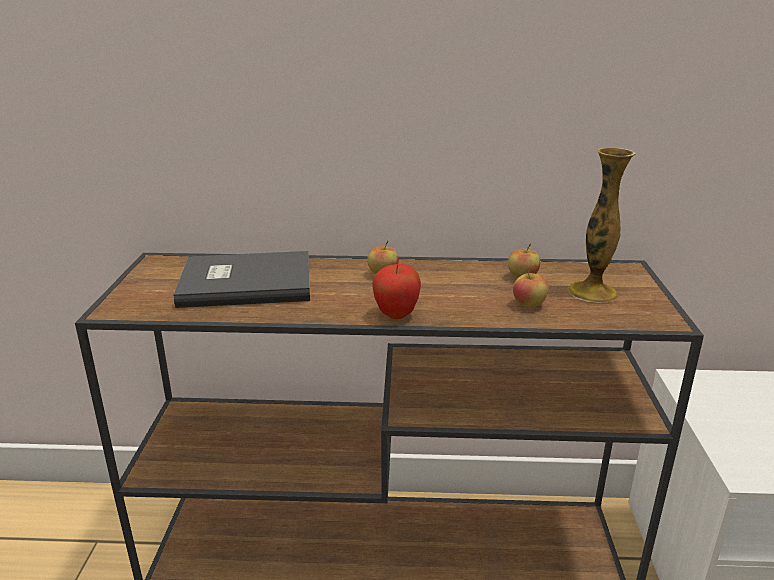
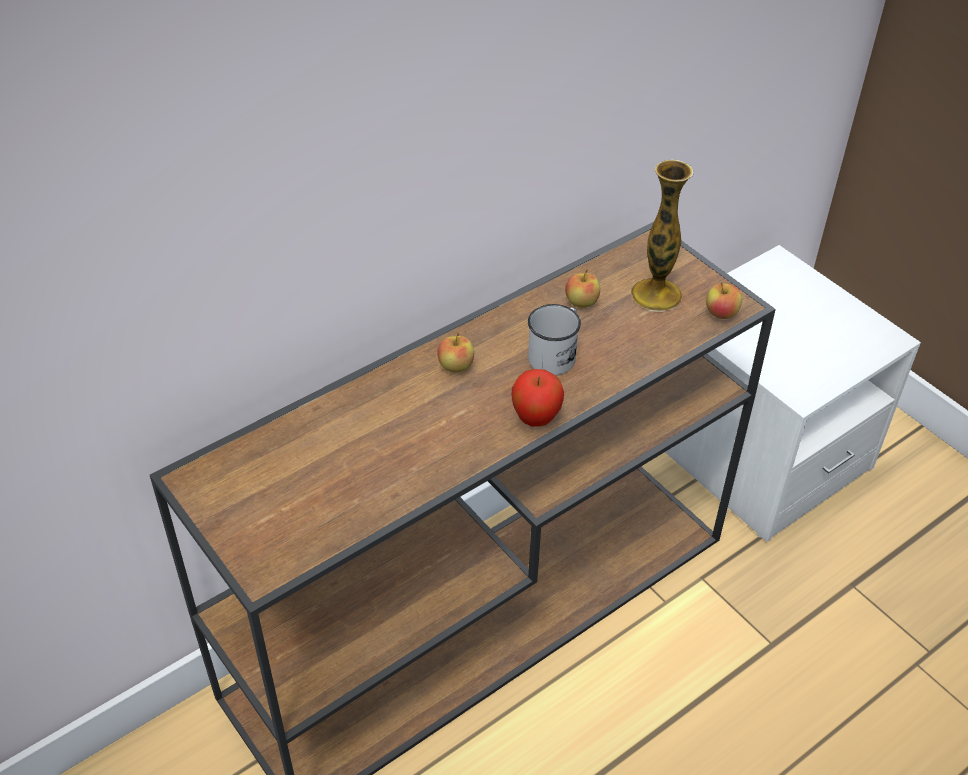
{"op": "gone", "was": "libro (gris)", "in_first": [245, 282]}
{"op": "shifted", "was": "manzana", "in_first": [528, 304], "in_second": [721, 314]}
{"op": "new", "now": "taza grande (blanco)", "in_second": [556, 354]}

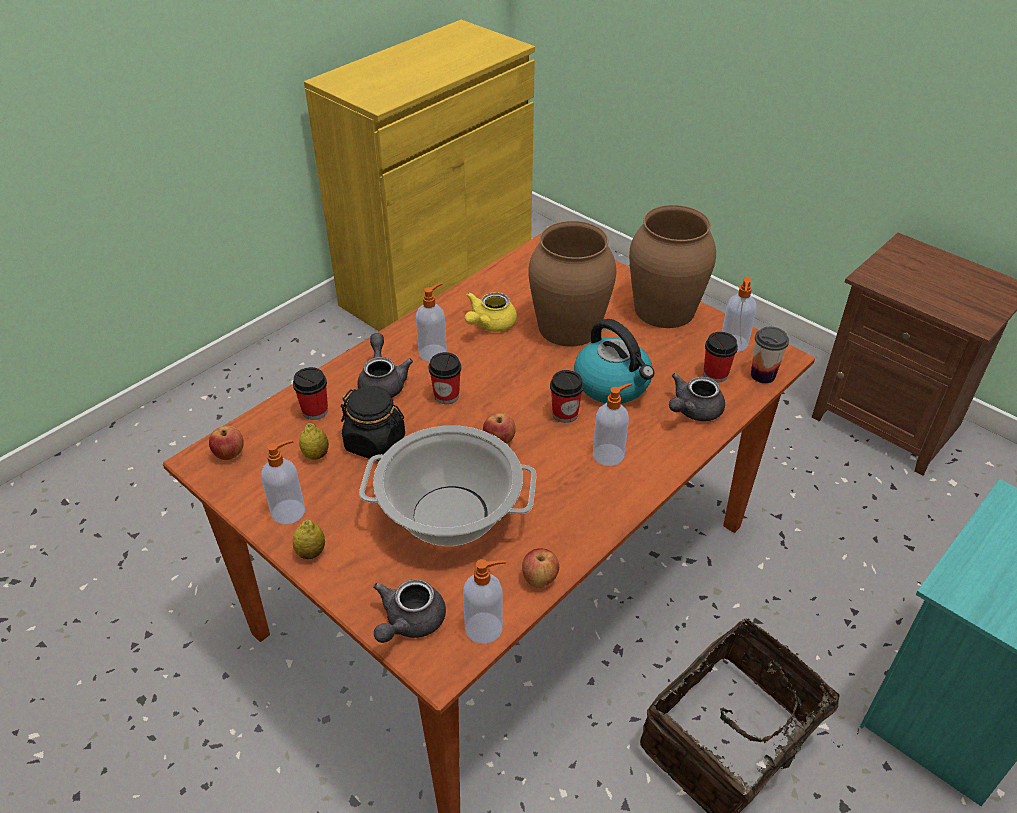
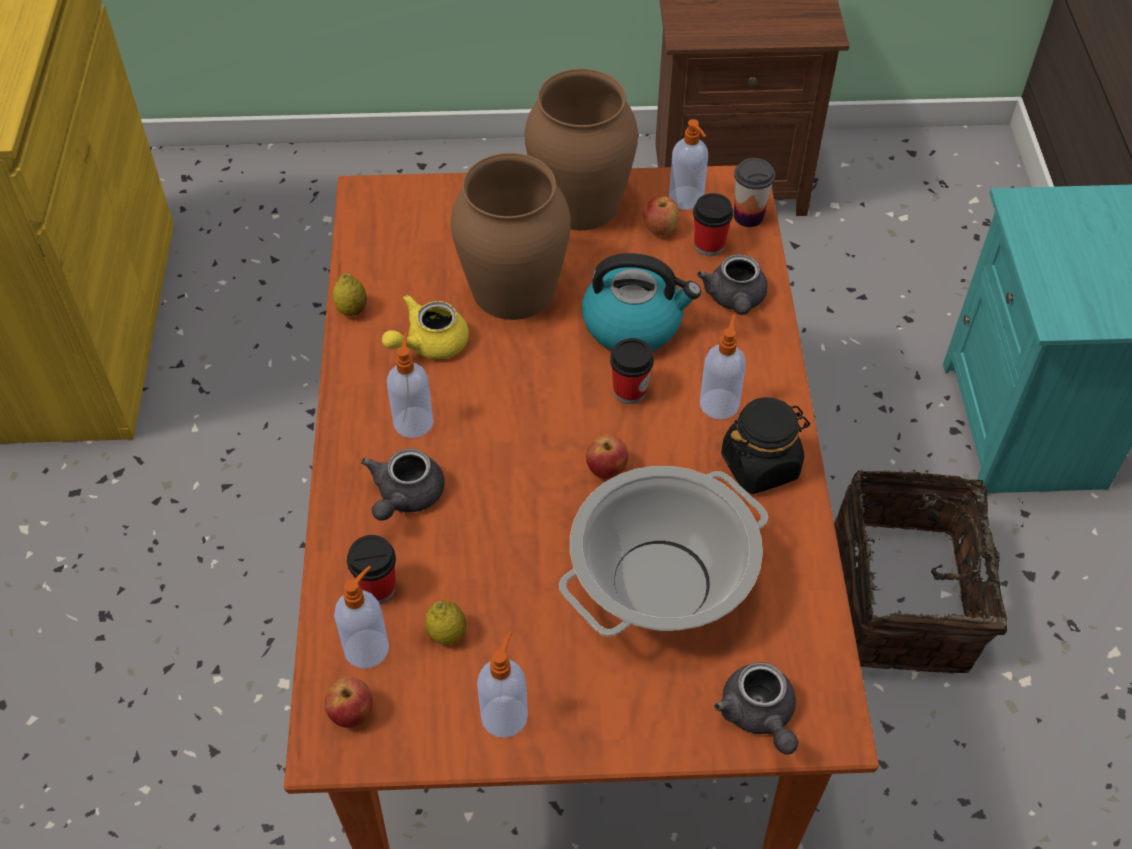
{"op": "shifted", "was": "limón", "in_first": [311, 552], "in_second": [352, 310]}
{"op": "shifted", "was": "tarro (negro)", "in_first": [375, 443], "in_second": [760, 465]}
{"op": "rotated", "was": "tetera (gris)", "in_first": [382, 382], "in_second": [405, 497], "clockwise": -105}
{"op": "gone", "was": "taza", "in_first": [446, 396]}
{"op": "shifted", "was": "dispensador de jabón", "in_first": [485, 628], "in_second": [367, 647]}
{"op": "rotated", "was": "tetera (amarillo)", "in_first": [489, 324], "in_second": [429, 344], "clockwise": 60}
{"op": "shifted", "was": "manzana", "in_first": [539, 579], "in_second": [660, 229]}

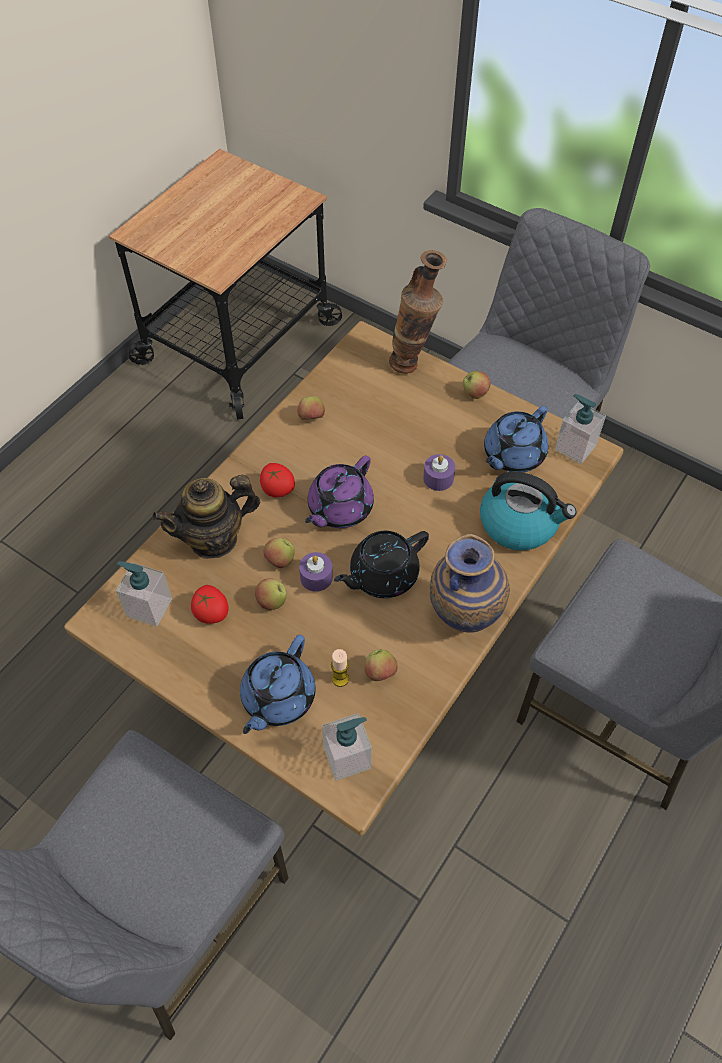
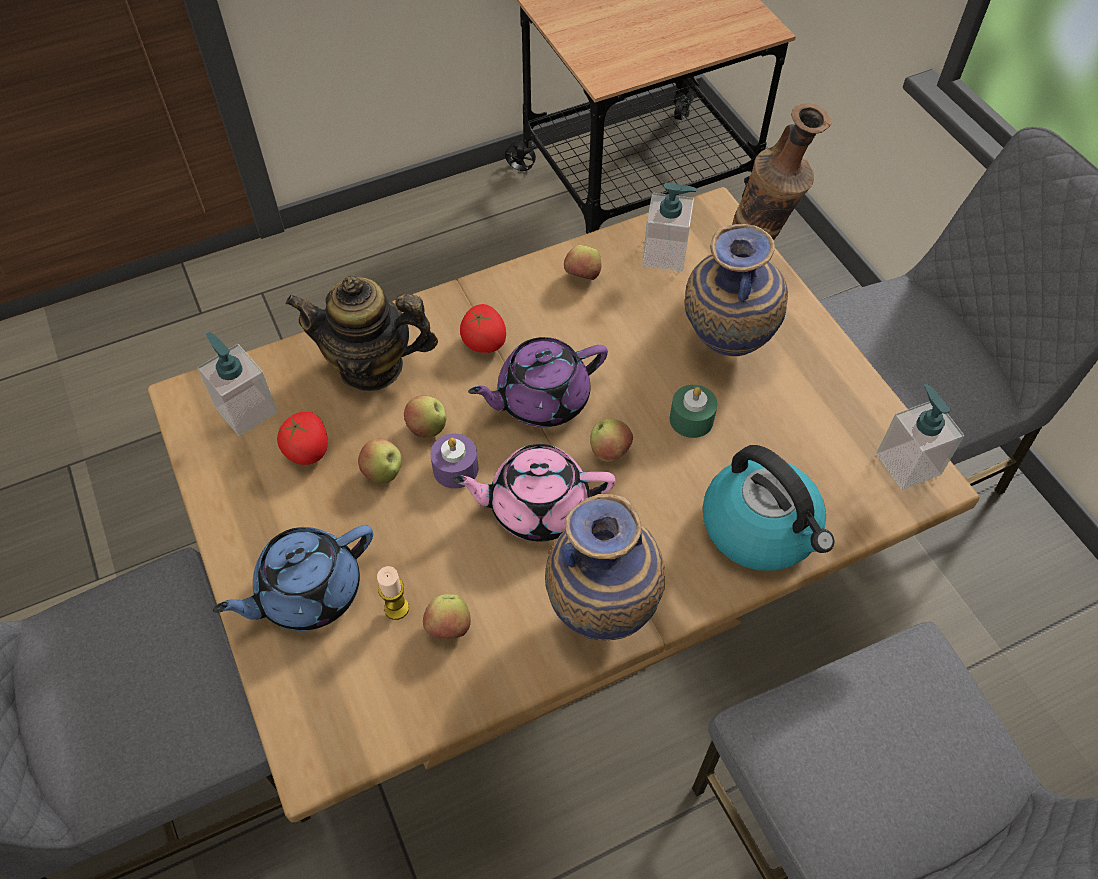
{"op": "shifted", "was": "dispensador de jabón", "in_first": [347, 757], "in_second": [665, 254]}
{"op": "repainted", "was": "tetera (negro)", "now": "tetera (rosa)", "in_first": [382, 575], "in_second": [537, 506]}
{"op": "repainted", "was": "vela (morado)", "now": "vela (verde)", "in_first": [438, 478], "in_second": [691, 419]}
{"op": "shifted", "was": "manzana", "in_first": [475, 393], "in_second": [610, 452]}
{"op": "gone", "was": "tetera (azul)", "in_first": [512, 455]}
{"op": "new", "now": "florero", "in_second": [723, 349]}

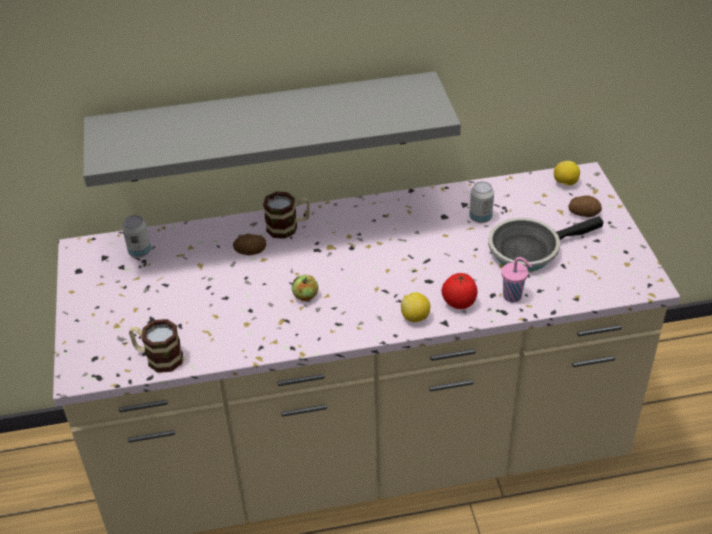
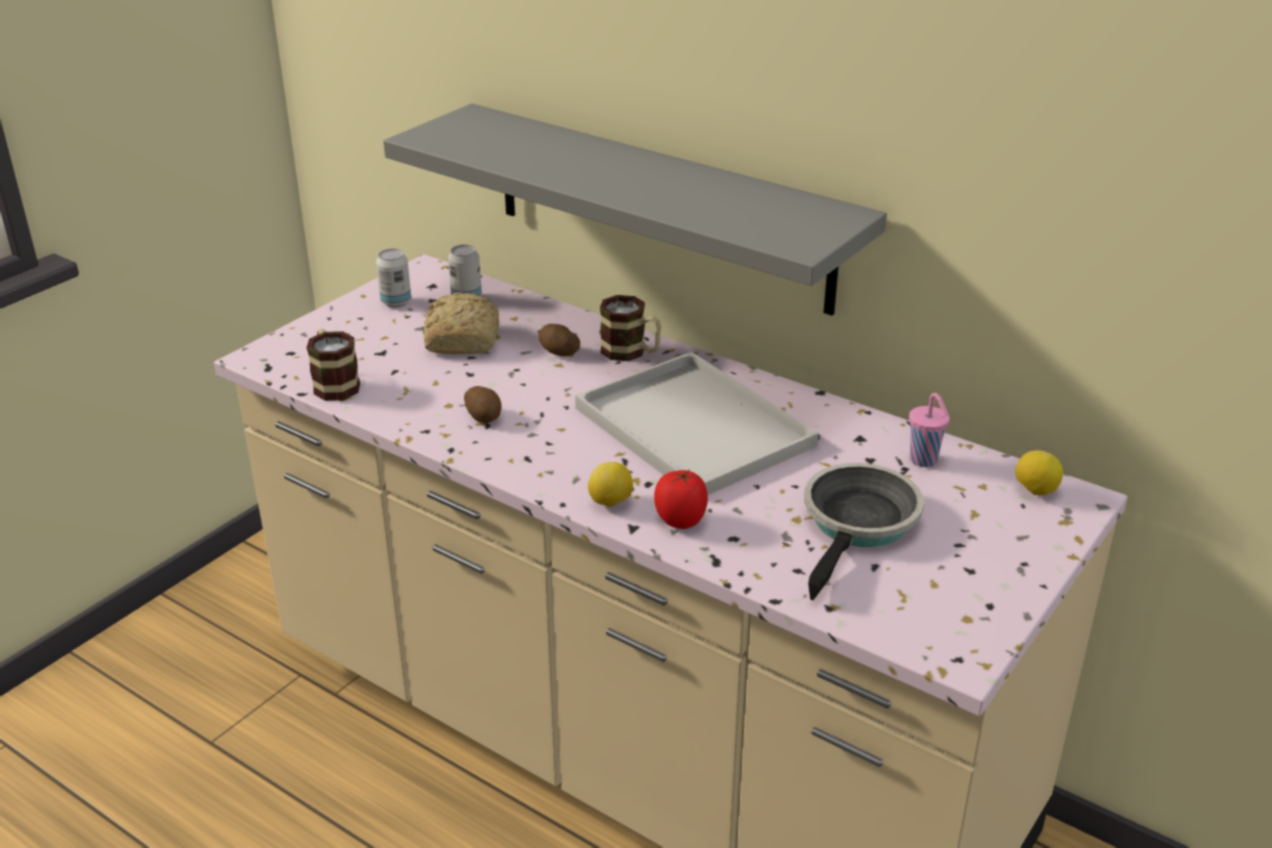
{"op": "gone", "was": "manzana", "in_first": [305, 296]}
{"op": "shifted", "was": "lata", "in_first": [480, 218], "in_second": [396, 302]}
{"op": "rotated", "was": "sartén", "in_first": [529, 250], "in_second": [858, 525], "clockwise": 90}
{"op": "shifted", "was": "taza (rosa)", "in_first": [513, 296], "in_second": [924, 461]}
{"op": "shifted", "was": "patata", "in_first": [583, 213], "in_second": [484, 416]}
{"op": "new", "now": "pan", "in_second": [464, 338]}
{"op": "new", "now": "bandeja (blanco)", "in_second": [689, 425]}

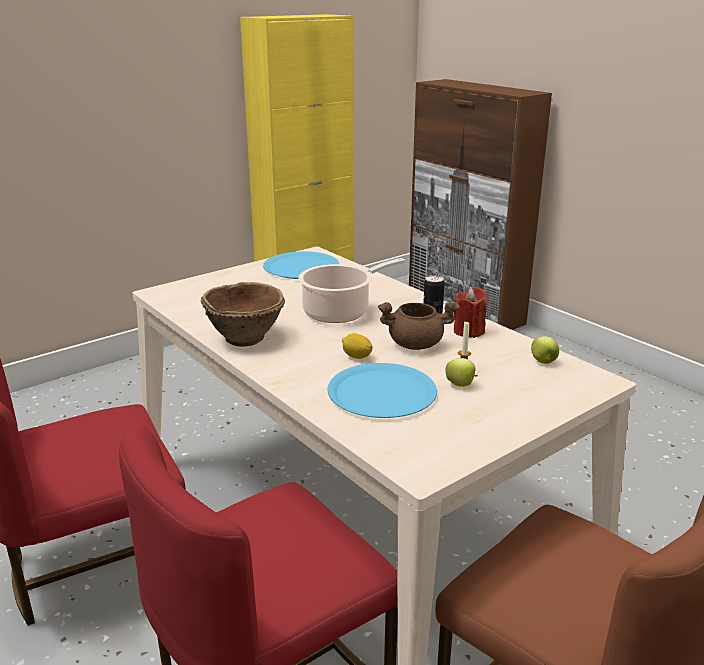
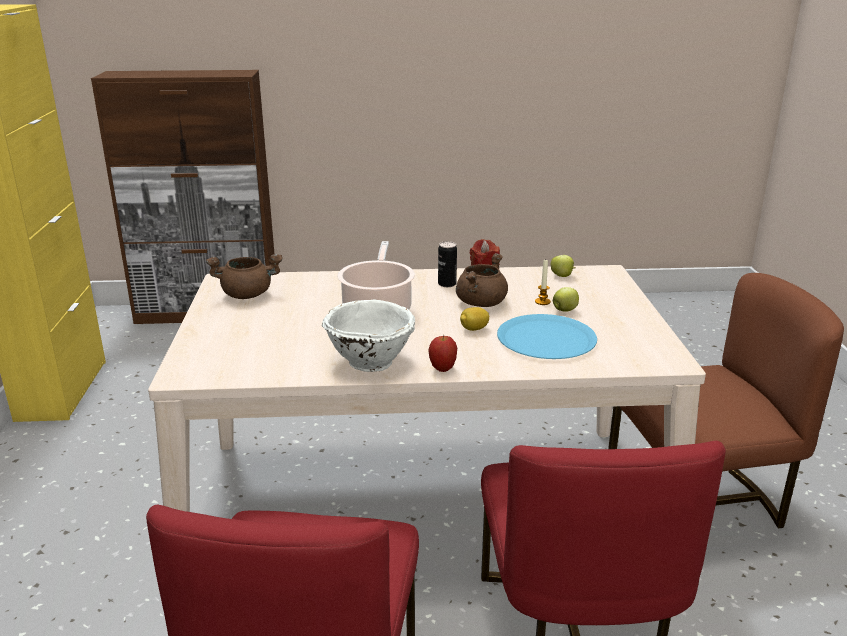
{"op": "repainted", "was": "cuenco (marrón)", "now": "cuenco (blanco)", "in_first": [246, 337], "in_second": [369, 361]}
{"op": "swapped", "was": "plato (azul)", "now": "olla (marrón)", "in_first": [301, 267], "in_second": [247, 294]}
{"op": "new", "now": "manzana", "in_second": [442, 369]}

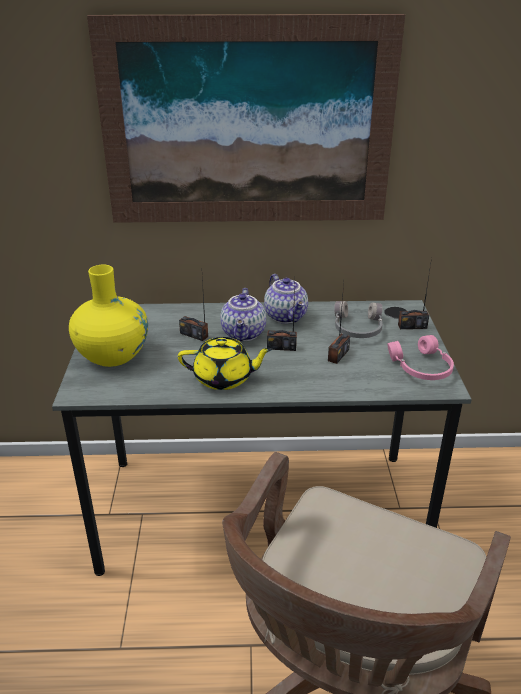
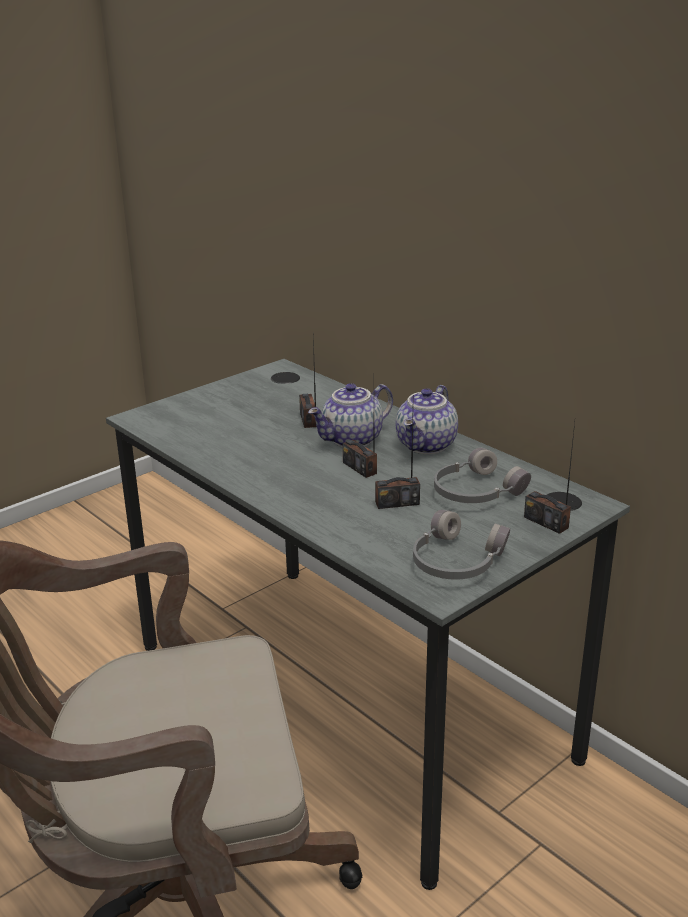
{"op": "gone", "was": "florero (amarillo)", "in_first": [112, 355]}
{"op": "gone", "was": "cuadro", "in_first": [248, 125]}
{"op": "gone", "was": "tetera (amarillo)", "in_first": [224, 378]}
{"op": "repainted", "was": "auriculares (rosa)", "now": "auriculares (gris)", "in_first": [420, 368], "in_second": [455, 561]}

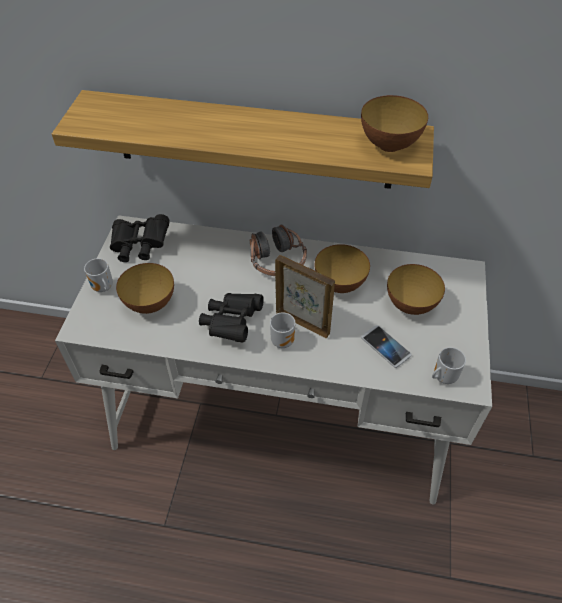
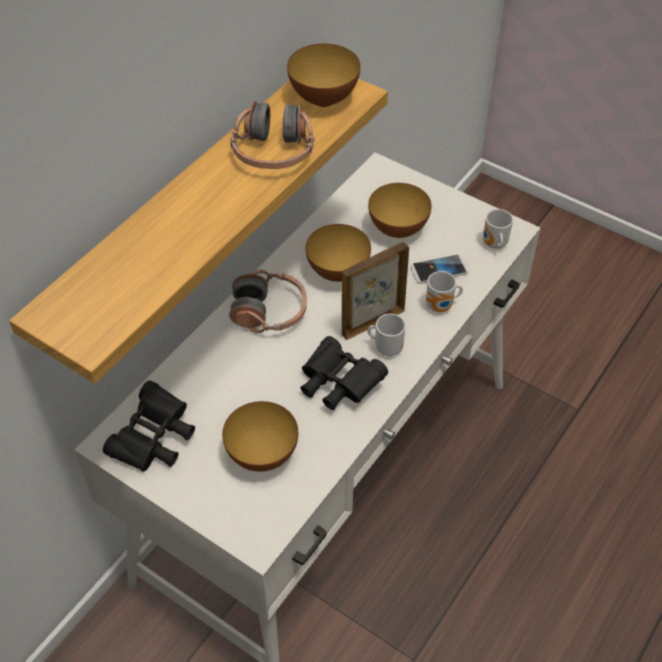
{"op": "shifted", "was": "taza grande", "in_first": [103, 288], "in_second": [441, 307]}
{"op": "new", "now": "auriculares", "in_second": [274, 151]}

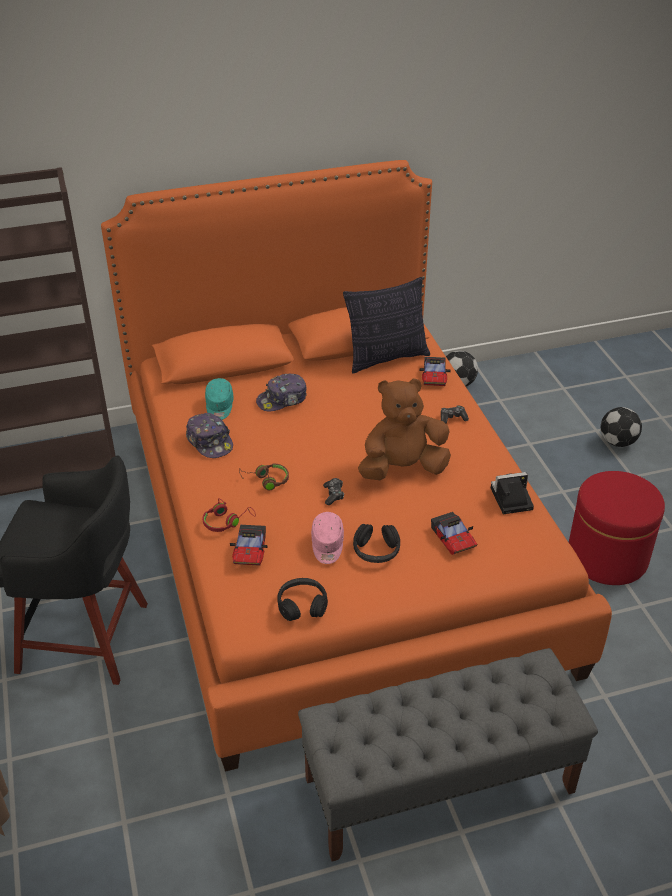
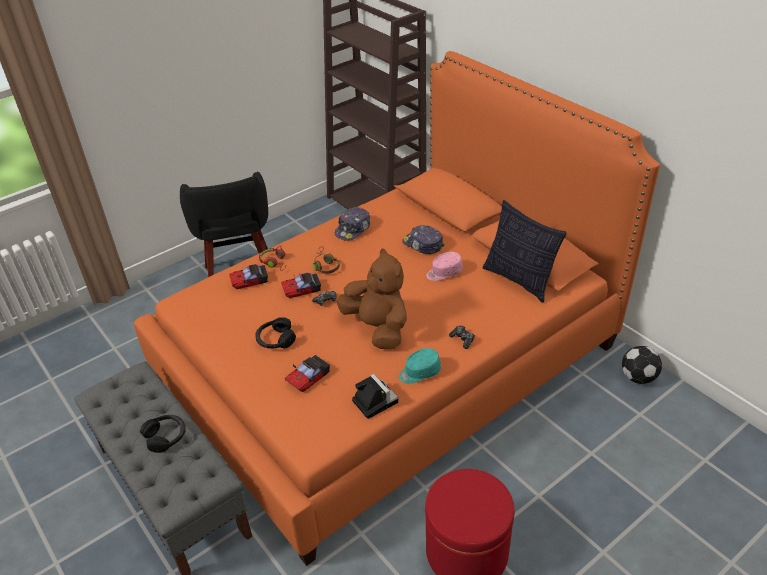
{"op": "shifted", "was": "gorra (turquesa)", "in_first": [219, 406], "in_second": [419, 372]}
{"op": "shifted", "was": "auriculares (negro)", "in_first": [302, 605], "in_second": [166, 437]}
{"op": "shifted", "was": "gorra (rosa)", "in_first": [327, 545], "in_second": [444, 273]}
{"op": "shifted", "was": "coche de juguete", "in_first": [434, 375], "in_second": [301, 289]}
{"op": "gone", "was": "balón de fútbol", "in_first": [618, 442]}

